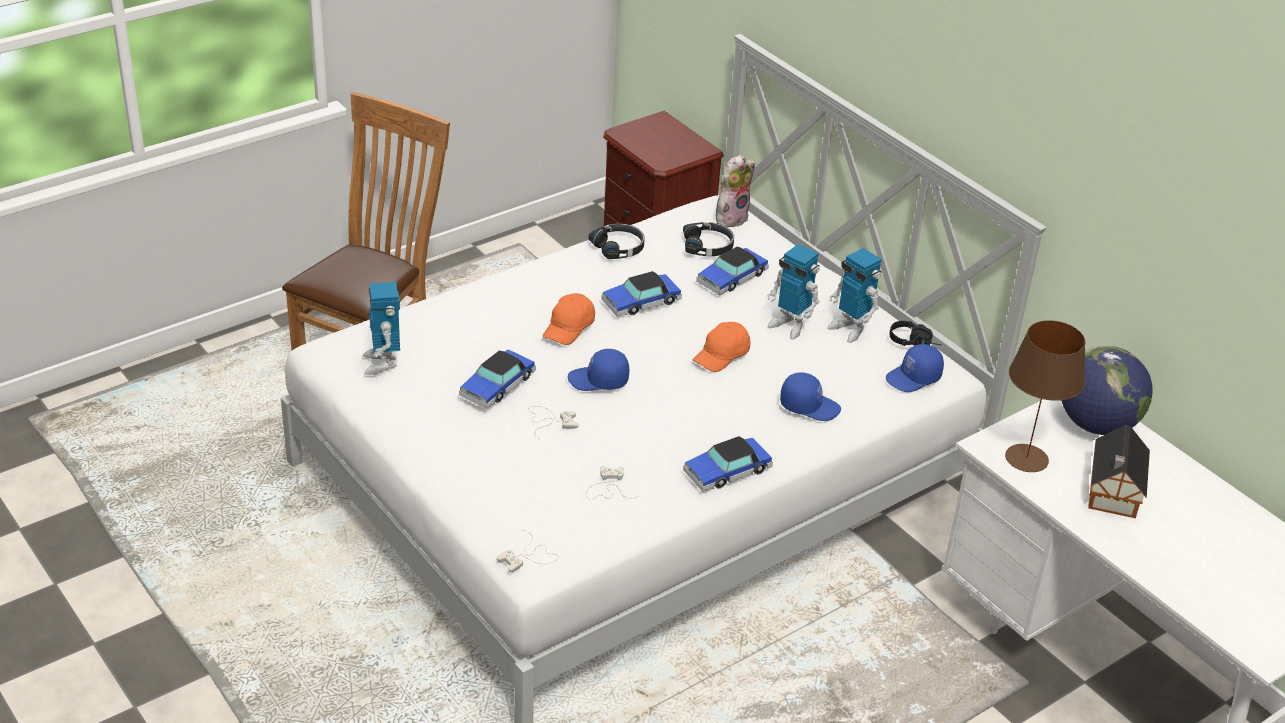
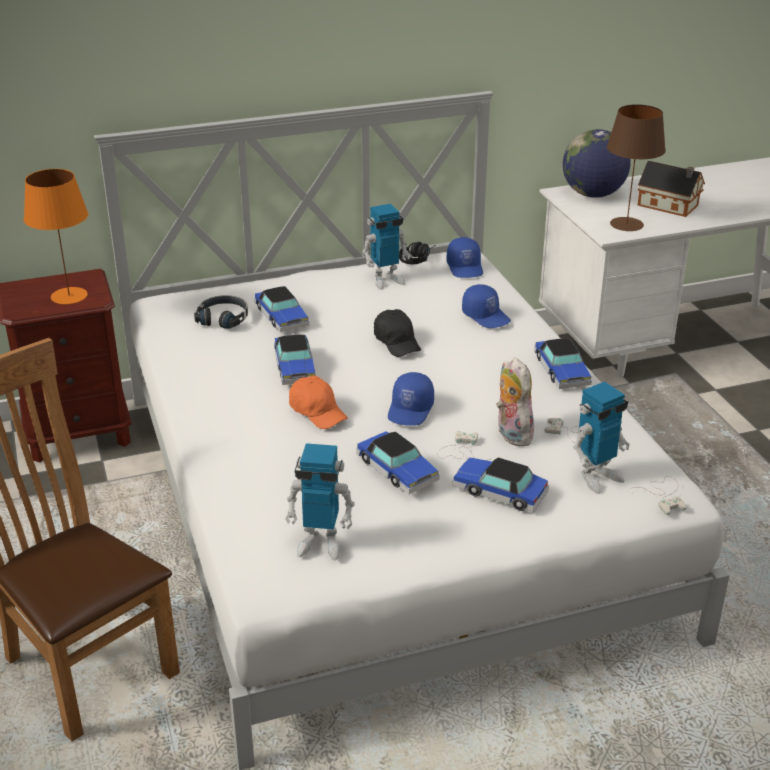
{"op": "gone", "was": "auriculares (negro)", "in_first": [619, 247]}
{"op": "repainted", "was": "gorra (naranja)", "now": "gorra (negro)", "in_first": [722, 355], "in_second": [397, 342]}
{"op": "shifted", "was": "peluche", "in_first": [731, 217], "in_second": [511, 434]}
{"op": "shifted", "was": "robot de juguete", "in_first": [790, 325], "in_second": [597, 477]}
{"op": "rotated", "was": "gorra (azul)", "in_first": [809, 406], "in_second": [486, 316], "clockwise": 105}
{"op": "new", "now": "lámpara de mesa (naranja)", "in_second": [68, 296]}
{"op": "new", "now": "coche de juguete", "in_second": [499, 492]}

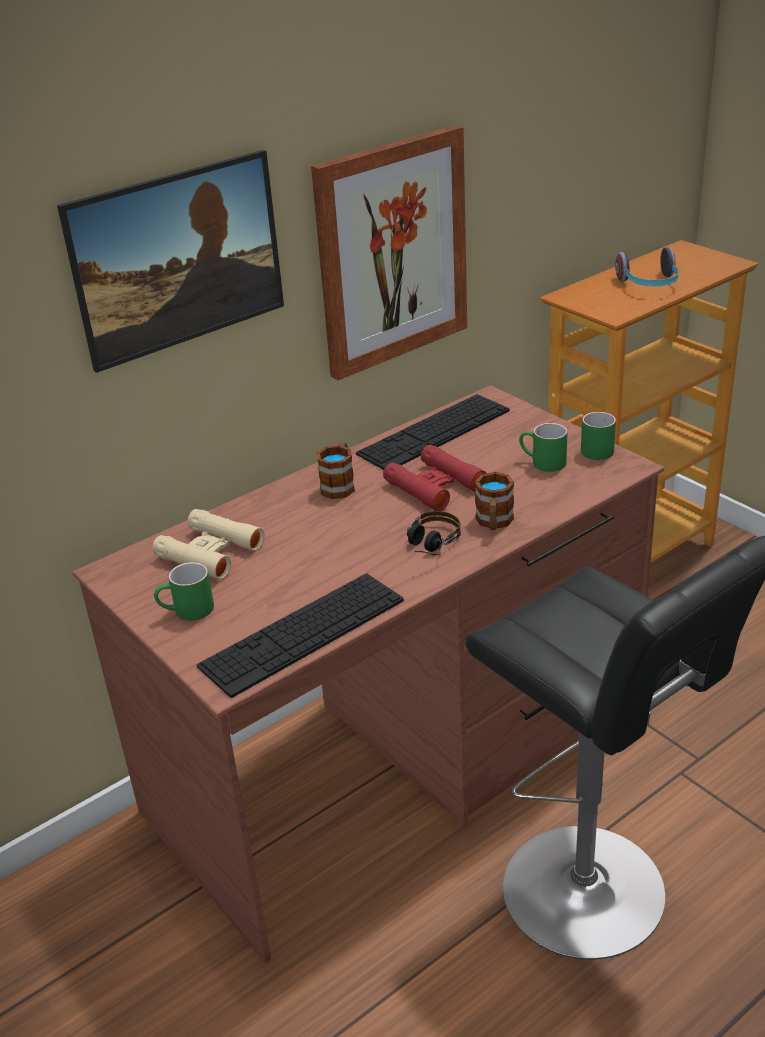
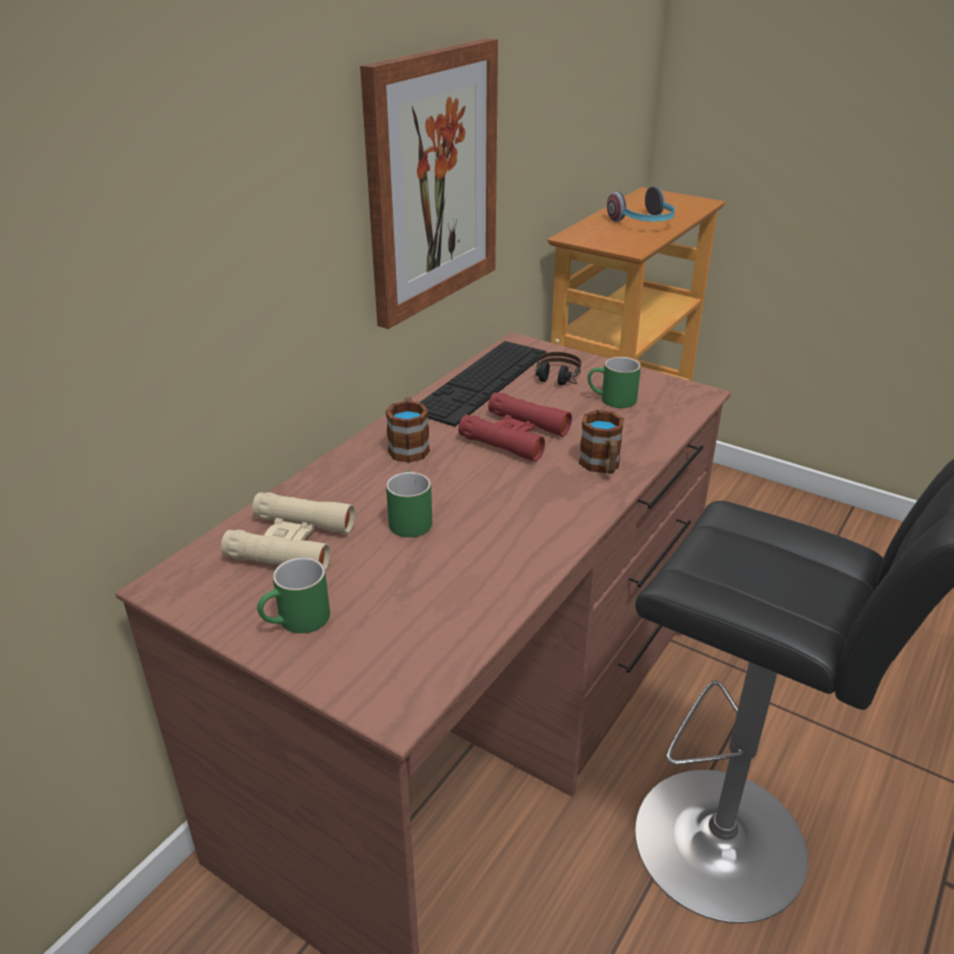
{"op": "gone", "was": "cuadro", "in_first": [185, 298]}
{"op": "gone", "was": "teclado", "in_first": [303, 633]}
{"op": "shifted", "was": "auriculares", "in_first": [428, 547], "in_second": [556, 382]}
{"op": "shifted", "was": "taza grande (verde)", "in_first": [596, 448], "in_second": [408, 519]}

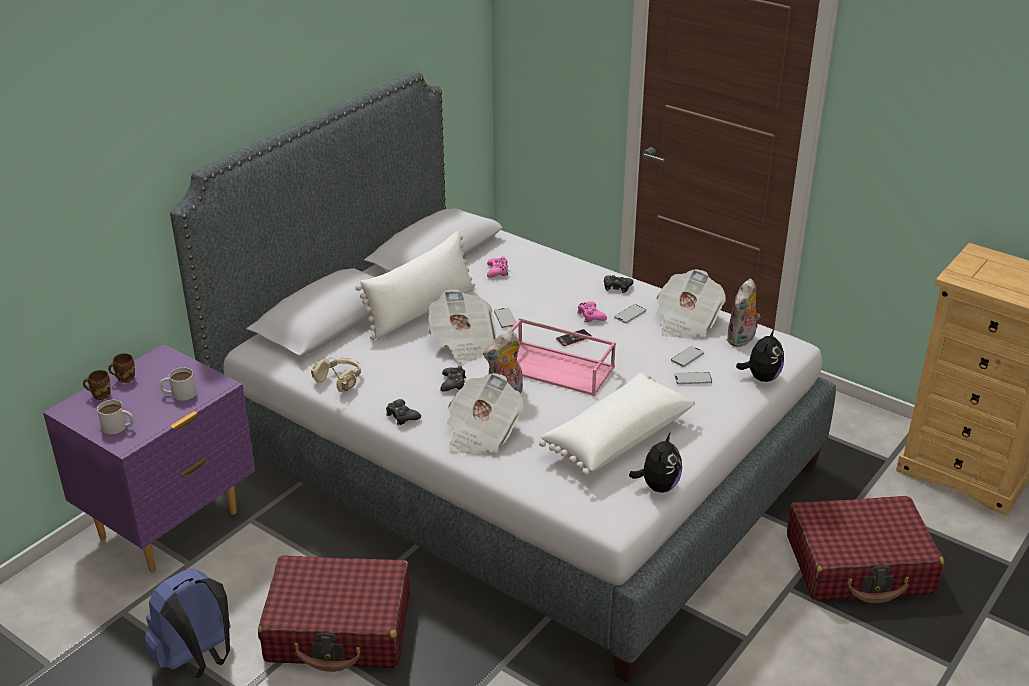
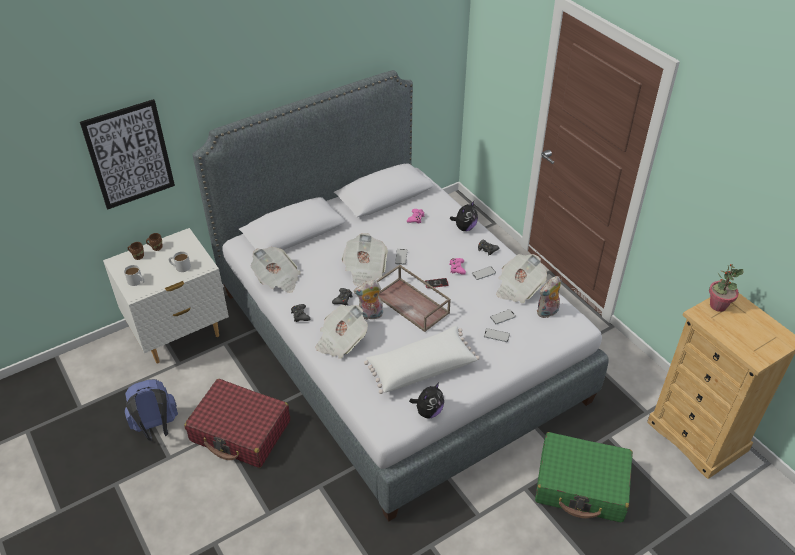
{"op": "repainted", "was": "mesita de noche (morado)", "now": "mesita de noche (blanco)", "in_first": [170, 526], "in_second": [179, 335]}
{"op": "swapped", "was": "auriculares (beis)", "now": "periódico", "in_first": [340, 380], "in_second": [277, 279]}
{"op": "gone", "was": "cojín (blanco)", "in_first": [421, 311]}
{"op": "repainted", "was": "bandeja (rosa)", "now": "bandeja (marrón)", "in_first": [557, 368], "in_second": [413, 304]}
{"op": "shifted", "was": "peluche", "in_first": [761, 377], "in_second": [464, 228]}
{"op": "repainted", "was": "maleta (rojo)", "now": "maleta (verde)", "in_first": [859, 565], "in_second": [581, 485]}
{"op": "new", "now": "cuadro", "in_second": [129, 155]}
{"op": "new", "now": "planta en maceta", "in_second": [718, 305]}

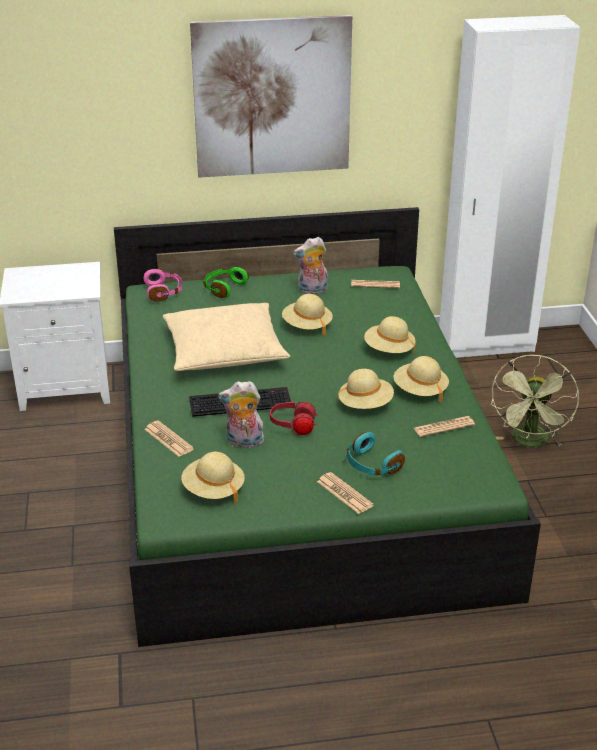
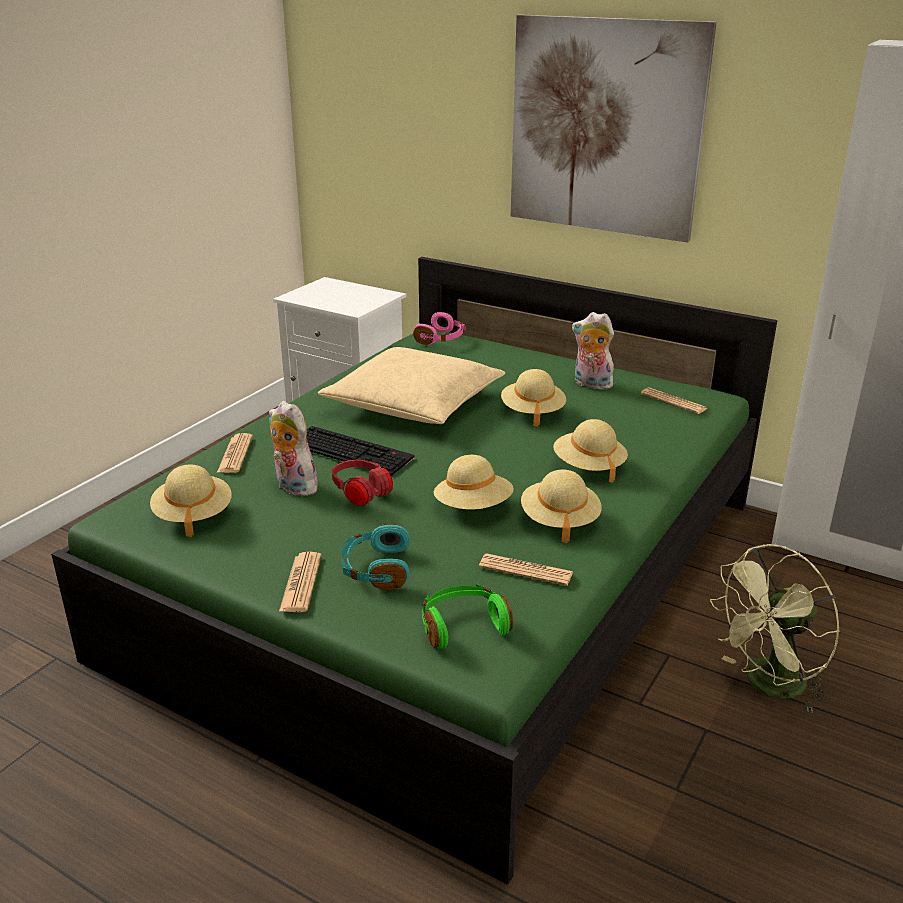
{"op": "shifted", "was": "auriculares (verde)", "in_first": [223, 288], "in_second": [463, 626]}

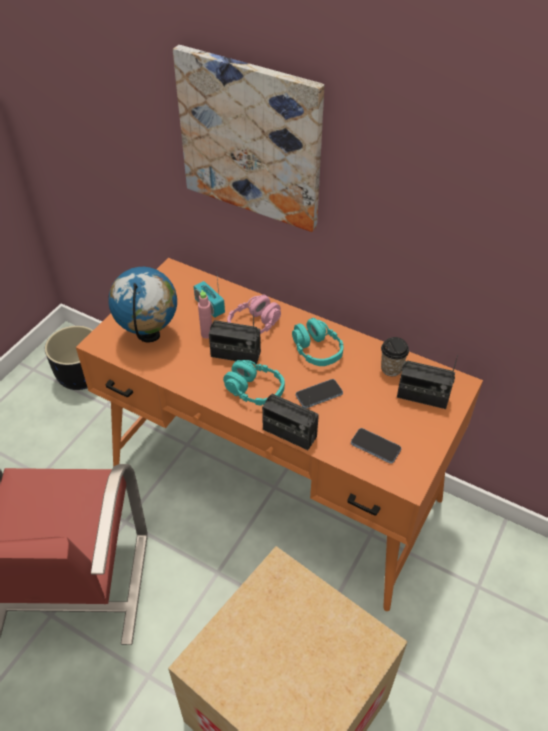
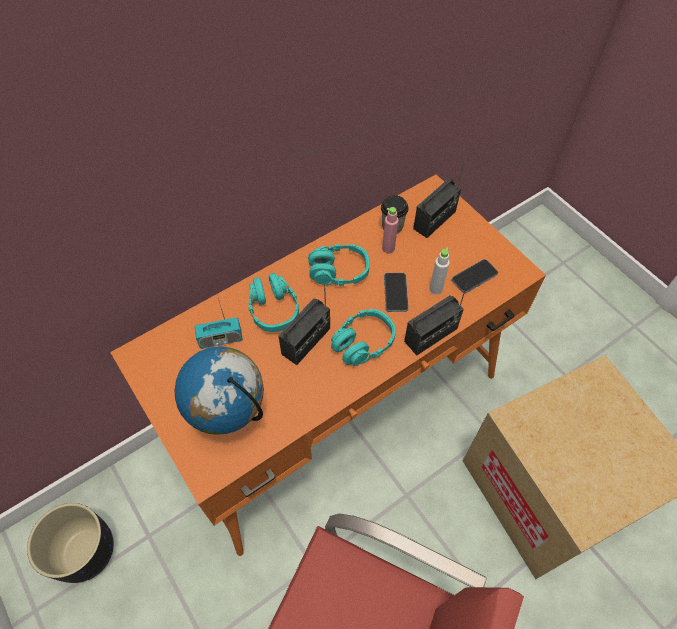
{"op": "gone", "was": "cuadro", "in_first": [251, 139]}
{"op": "shifted", "was": "botella (rosa)", "in_first": [207, 334], "in_second": [388, 248]}
{"op": "repainted", "was": "auriculares (rosa)", "now": "auriculares (turquesa)", "in_first": [254, 324], "in_second": [273, 309]}
{"op": "new", "now": "botella (blanco)", "in_second": [436, 289]}

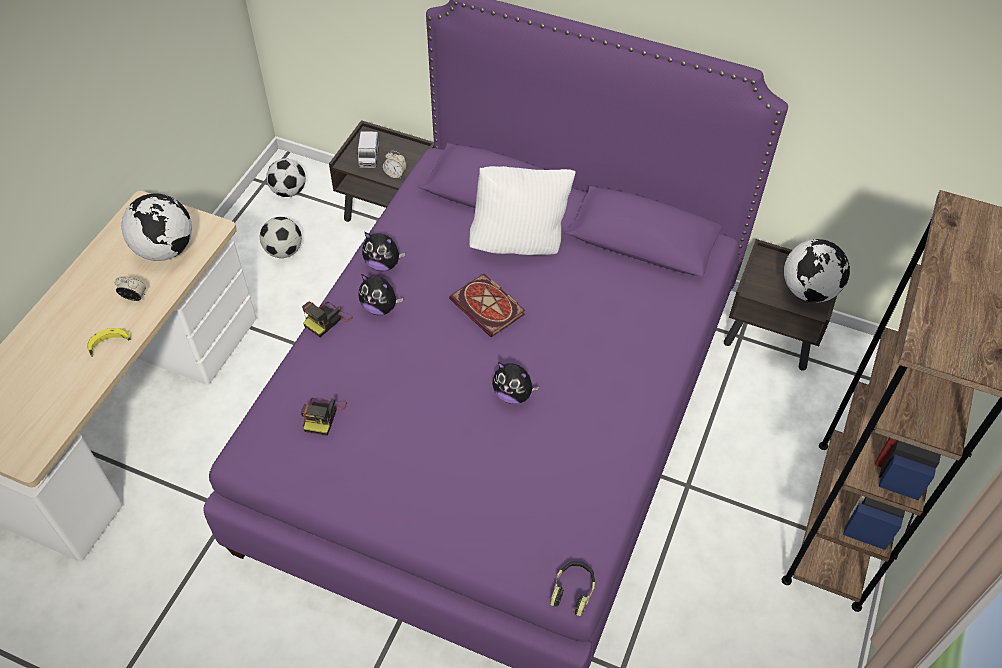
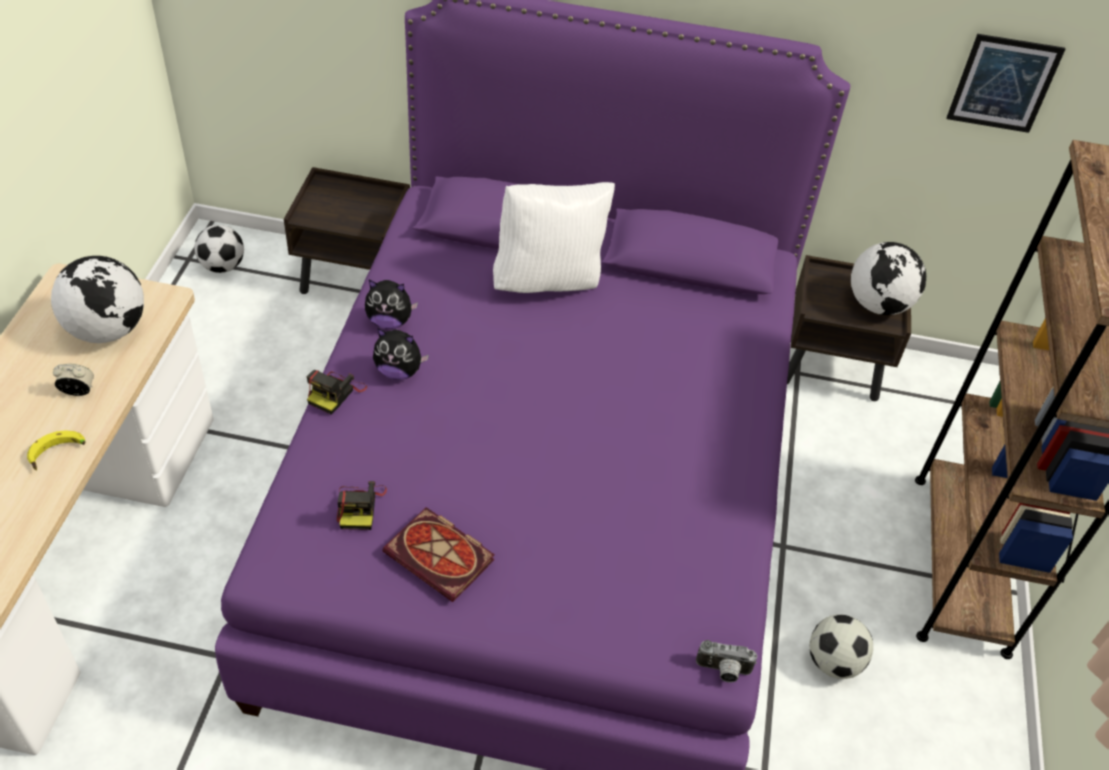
{"op": "shifted", "was": "balón de fútbol", "in_first": [284, 250], "in_second": [833, 661]}
{"op": "gone", "was": "camión de juguete", "in_first": [369, 157]}
{"op": "gone", "was": "despertador", "in_first": [395, 174]}
{"op": "shifted", "was": "libro", "in_first": [489, 307], "in_second": [442, 556]}
{"op": "gone", "was": "peluche", "in_first": [513, 394]}
{"op": "swapped", "was": "auriculares", "now": "cámara", "in_first": [573, 591], "in_second": [723, 671]}
{"op": "new", "now": "cuadro", "in_second": [1003, 83]}

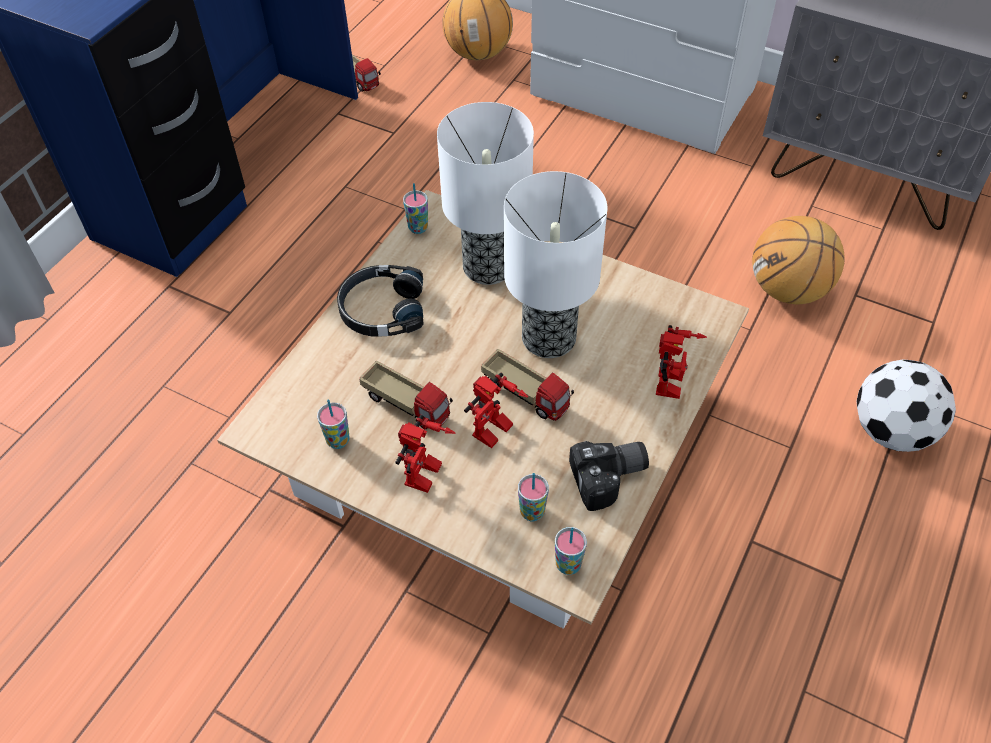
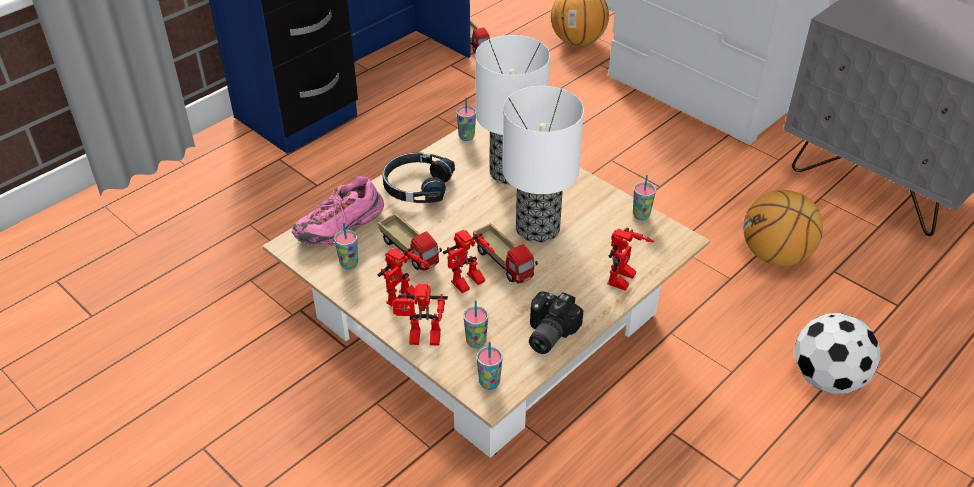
{"op": "rotated", "was": "cámara", "in_first": [610, 479], "in_second": [546, 333], "clockwise": 120}
{"op": "new", "now": "zapato (rosa)", "in_second": [341, 226]}
{"op": "new", "now": "robot de juguete", "in_second": [422, 340]}
{"op": "new", "now": "taza", "in_second": [641, 215]}

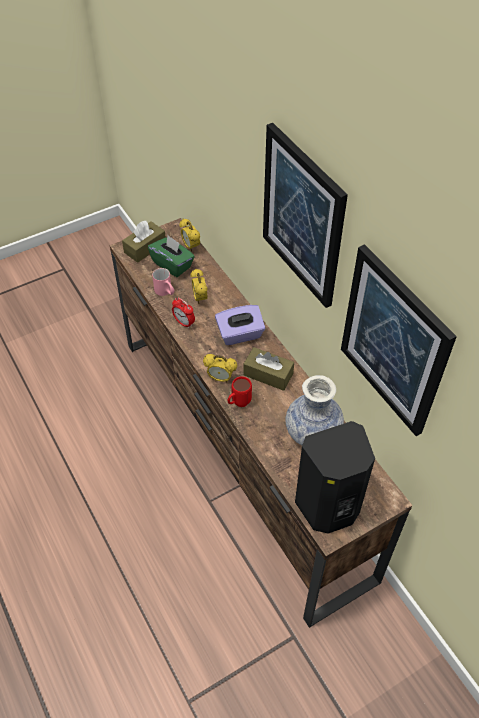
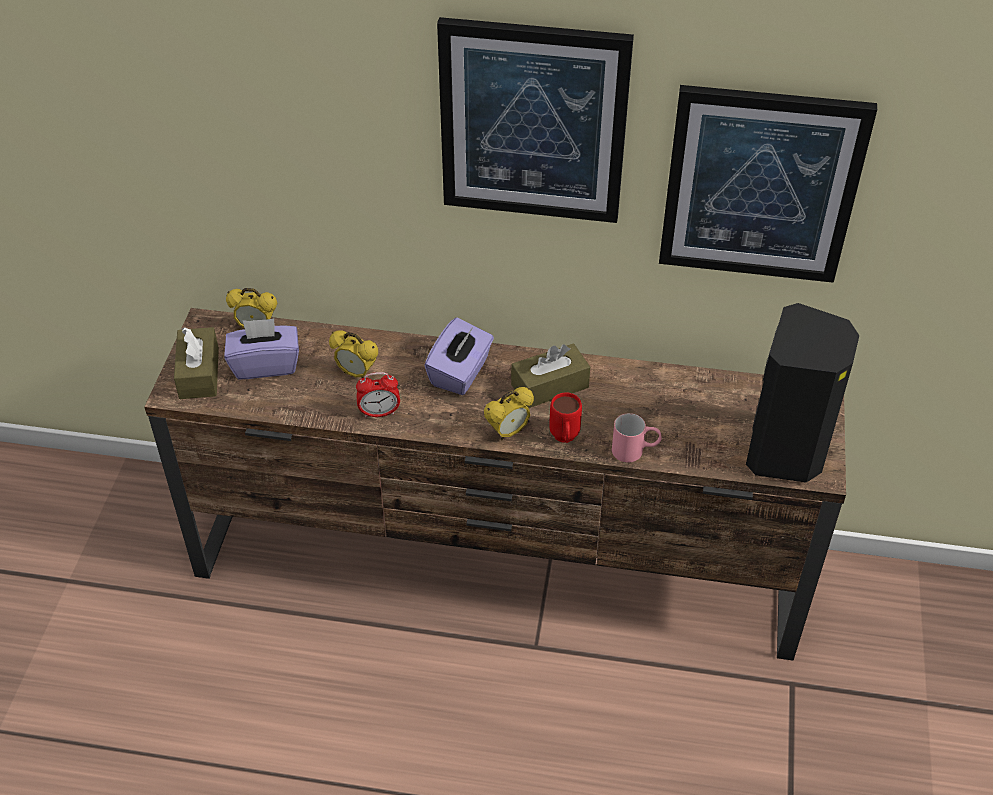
{"op": "repainted", "was": "caja de pañuelos (verde)", "now": "caja de pañuelos (morado)", "in_first": [172, 264], "in_second": [265, 364]}
{"op": "shifted", "was": "taza grande (rosa)", "in_first": [165, 292], "in_second": [635, 451]}
{"op": "gone", "was": "florero", "in_first": [312, 432]}

